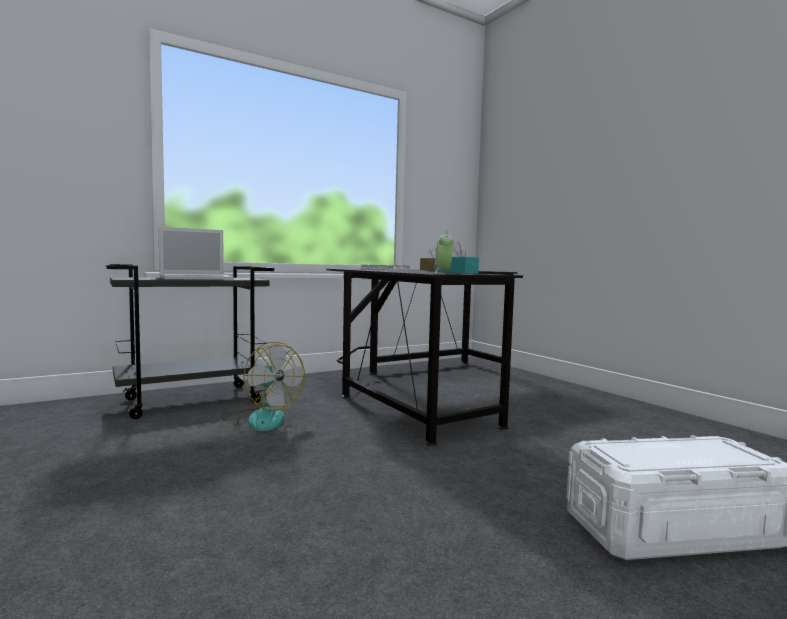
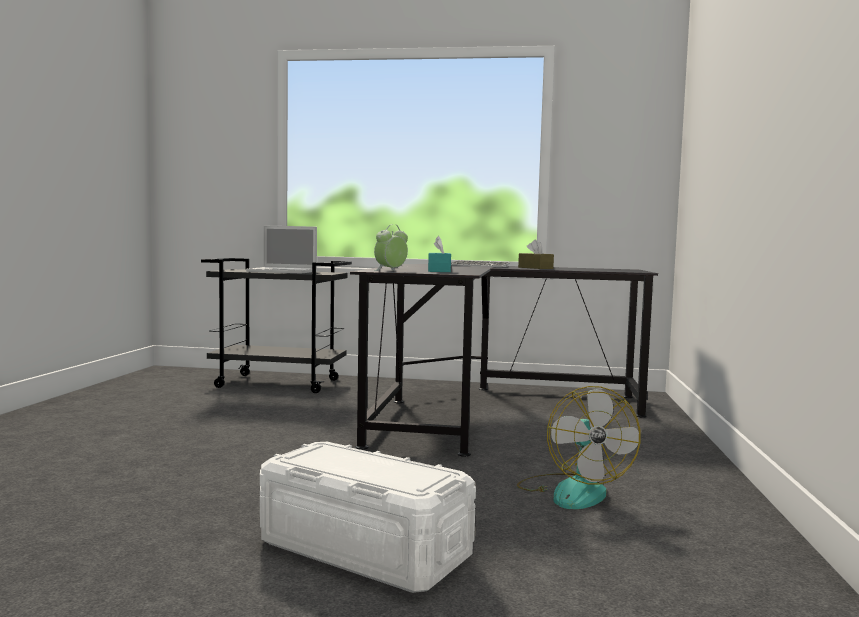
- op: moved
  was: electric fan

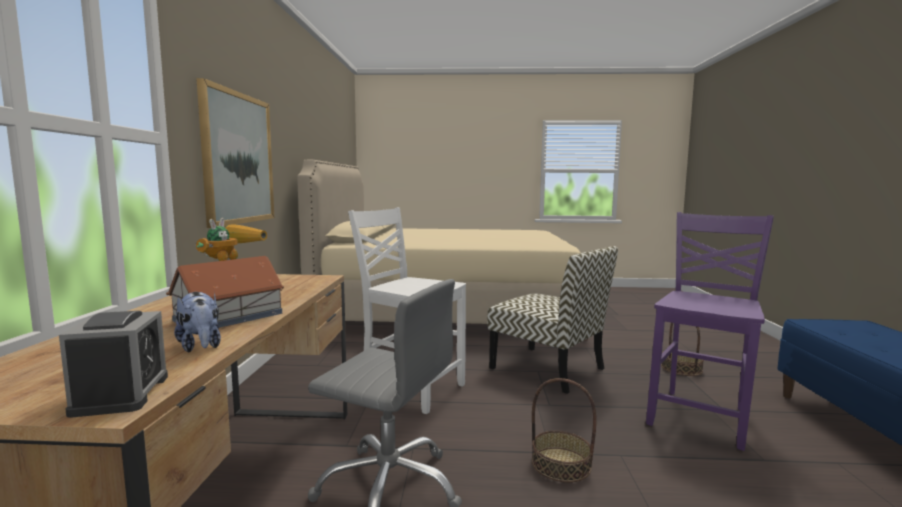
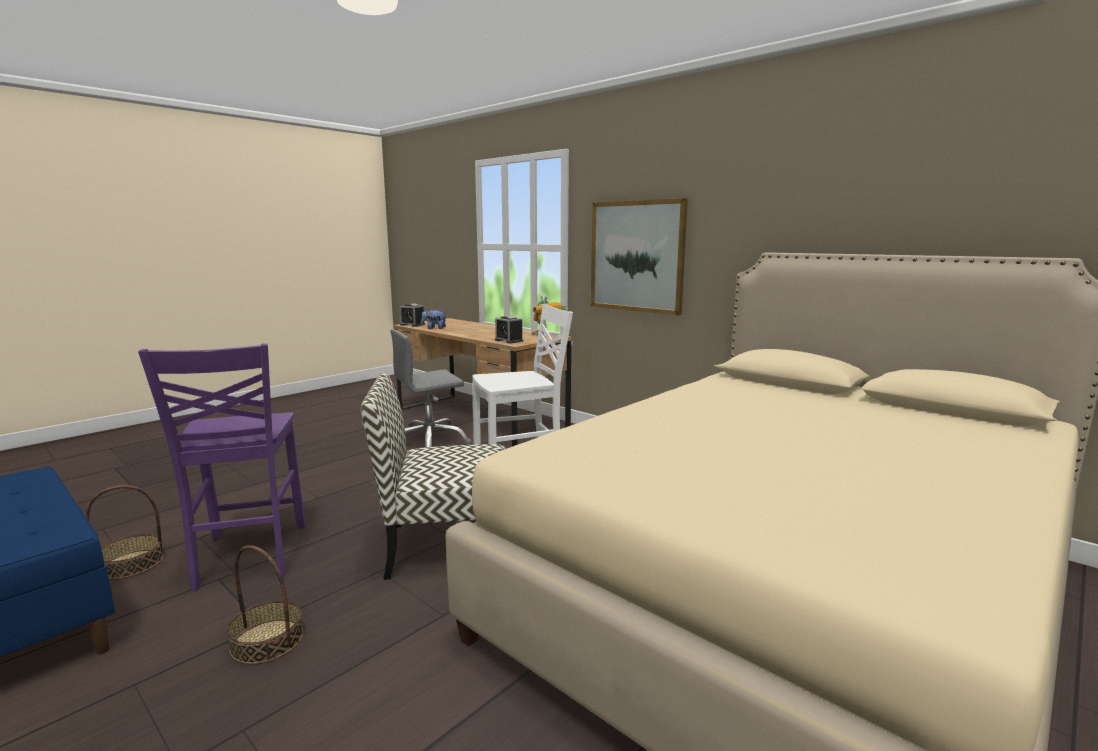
- op: moved
  was: household basket (1st from left)
- op: added
  now: bedside clock (2nd from left)
- op: removed
  was: toy house

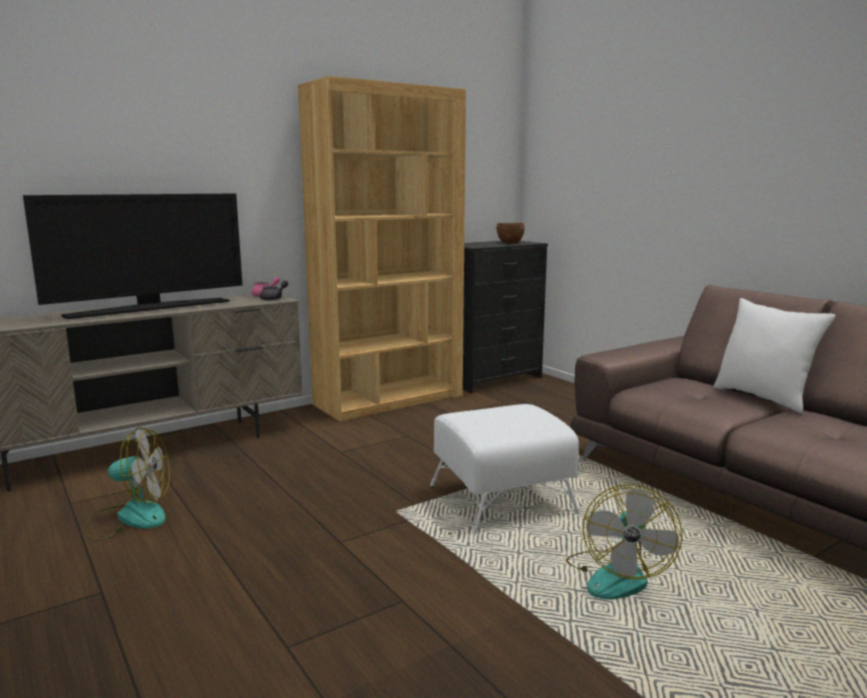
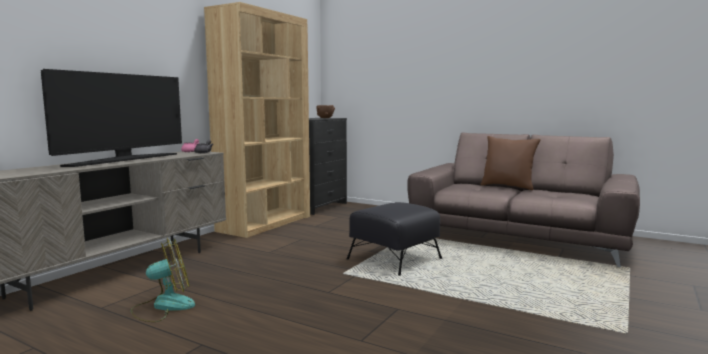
- op: recoloured
  was: white-coloured ottoman
  now: blackish ottoman
- op: recoloured
  was: white-coloured pillow
  now: brownish pillow
- op: removed
  was: electric fan (2nd from left)

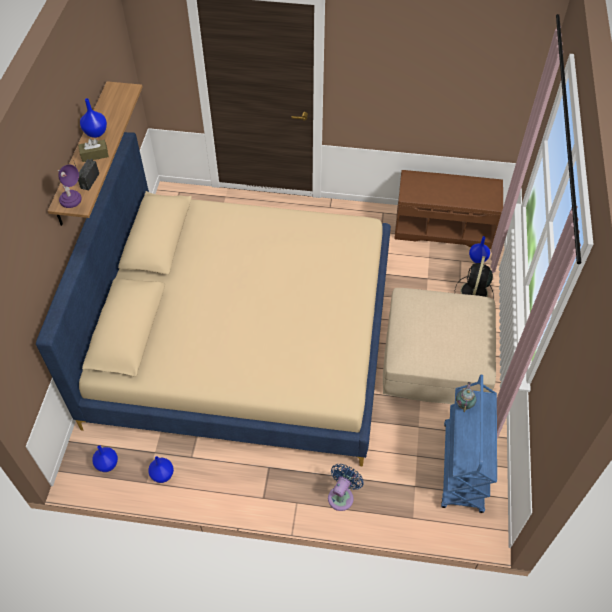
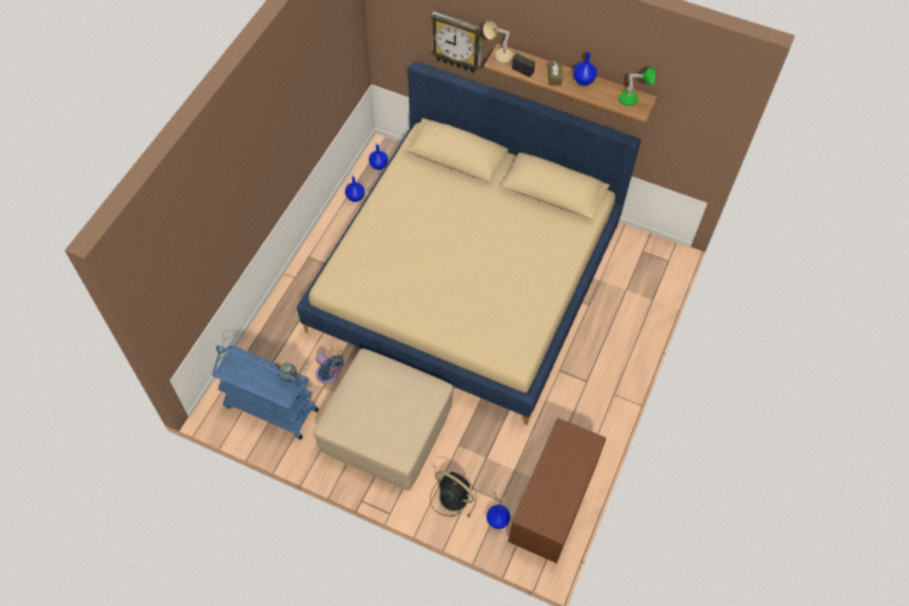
- op: moved
  was: bluish electric fan
- op: added
  now: clock on the wall
- op: recoloured
  was: purple lamp for a table
  now: beige lamp for a table
- op: added
  now: green-coloured lamp for a table

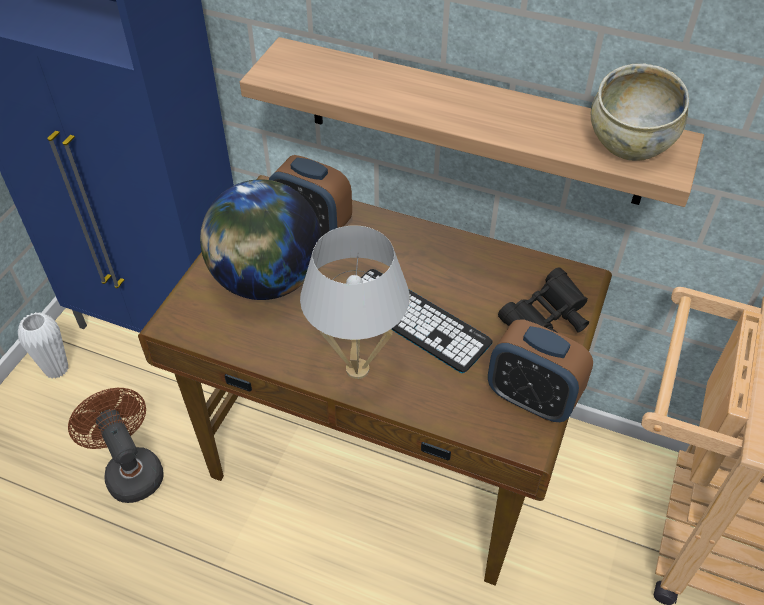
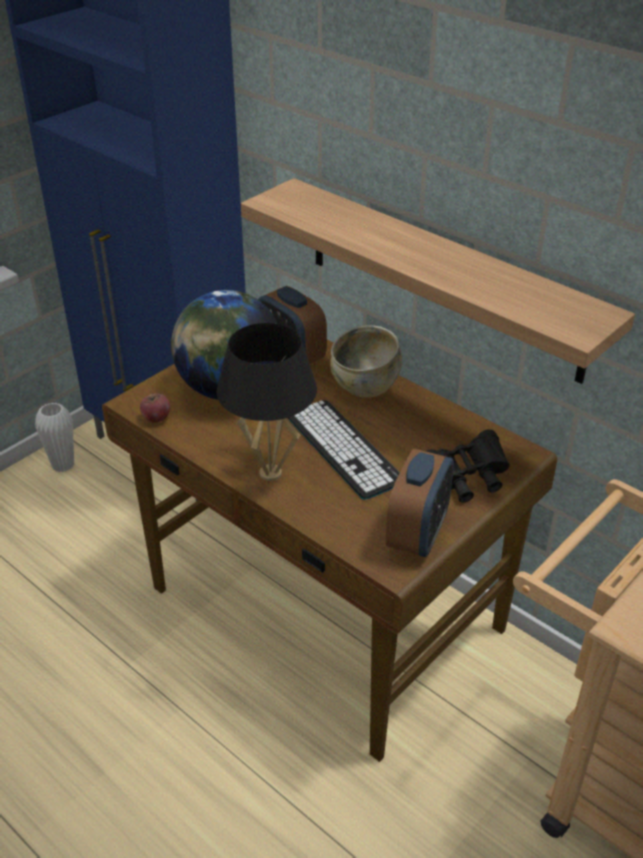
- op: added
  now: apple fruit
- op: recoloured
  was: white-coloured lamp for a table
  now: blackish lamp for a table
- op: moved
  was: beige bowl
- op: turned
  was: bedside clock (2nd from left)
  clockwise: -120
- op: removed
  was: brownish electric fan

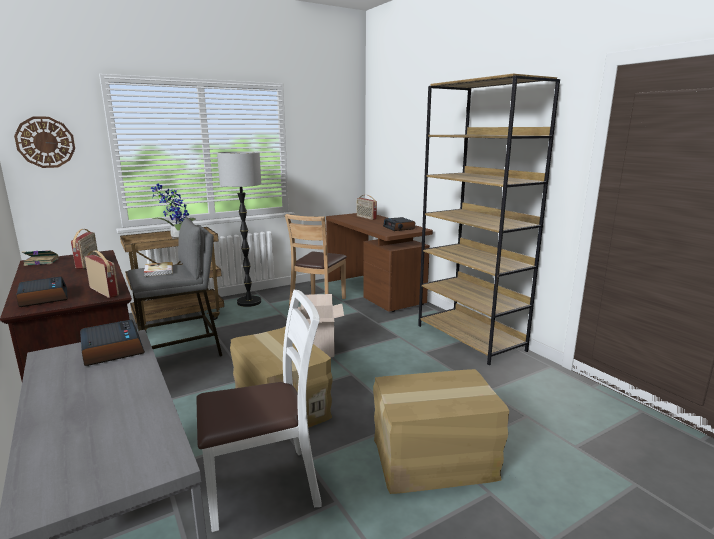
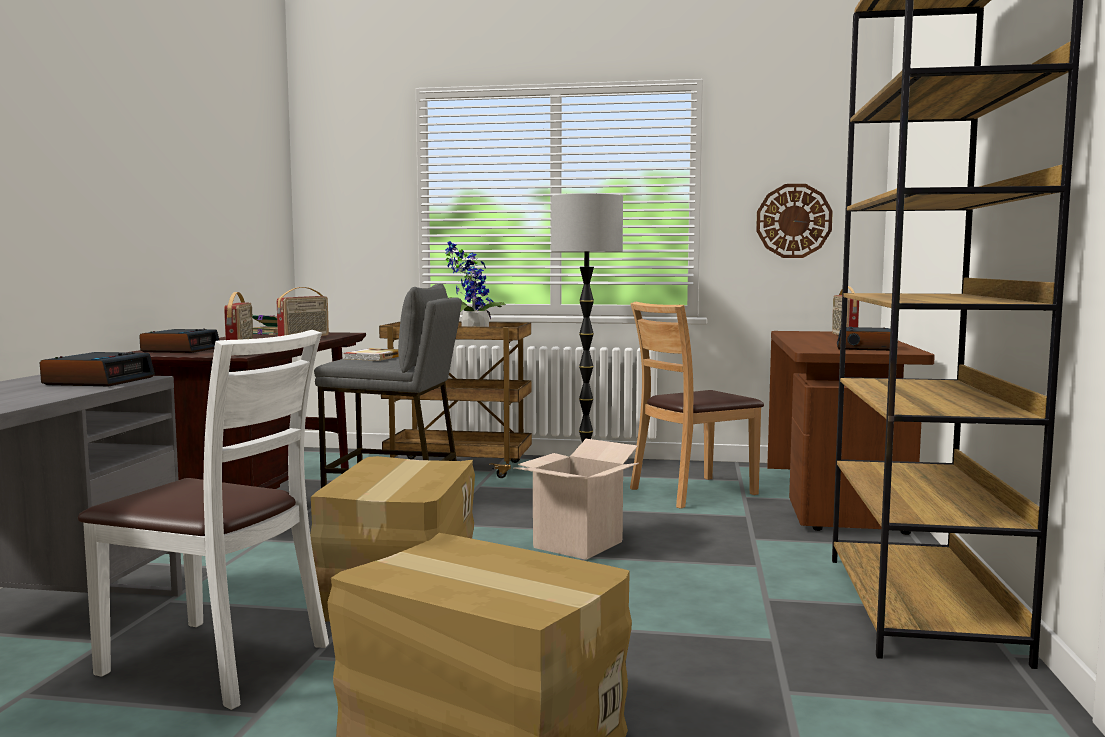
- op: moved
  was: clock on the wall

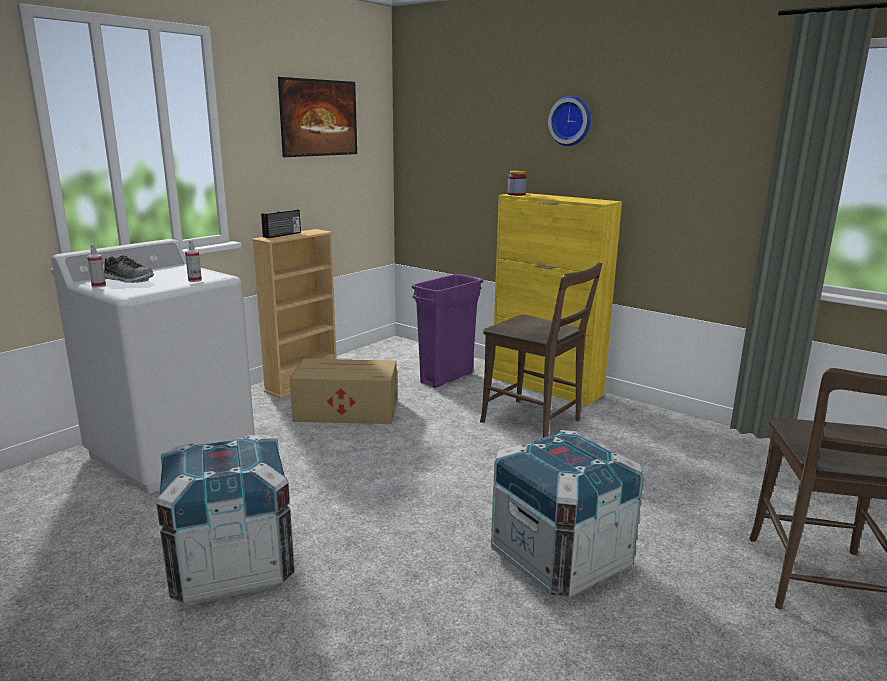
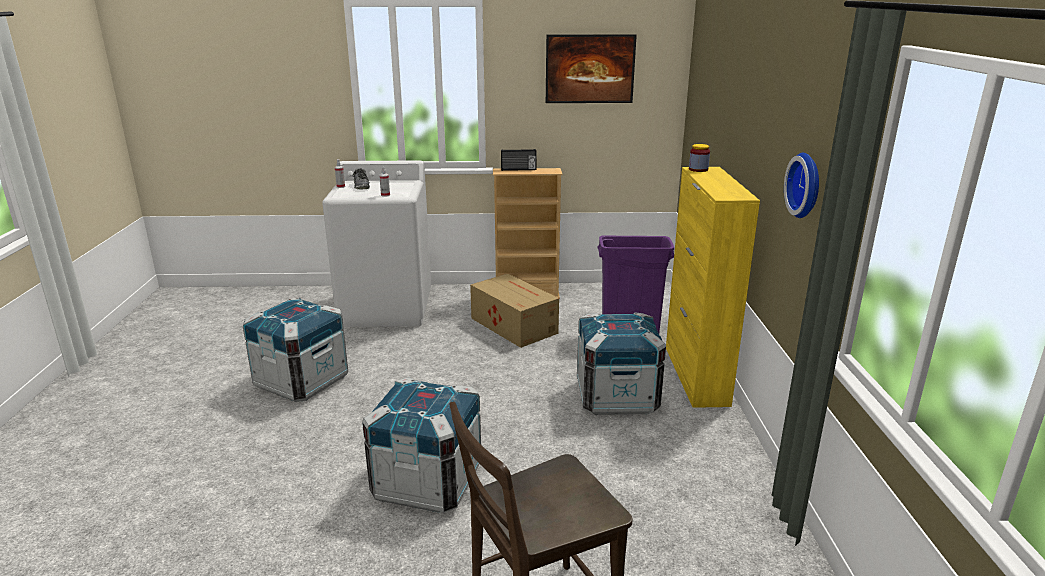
- op: replaced
  was: brownish upright chair (1st from left)
  now: crate (3rd from left)
- op: moved
  was: clock on the wall

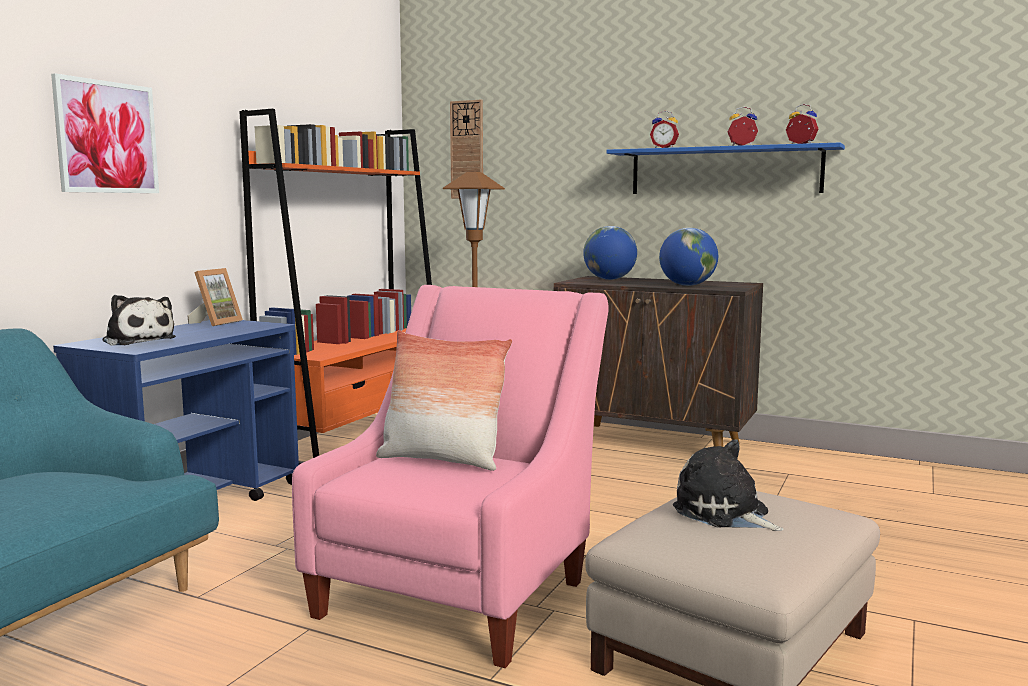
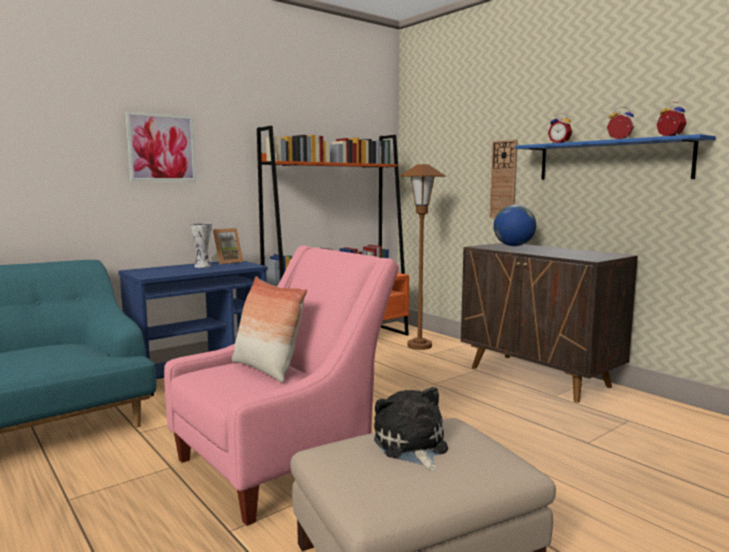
- op: added
  now: vase
- op: moved
  was: clock on the wall
- op: removed
  was: soft toy (1st from left)
- op: removed
  was: desk globe (2nd from left)

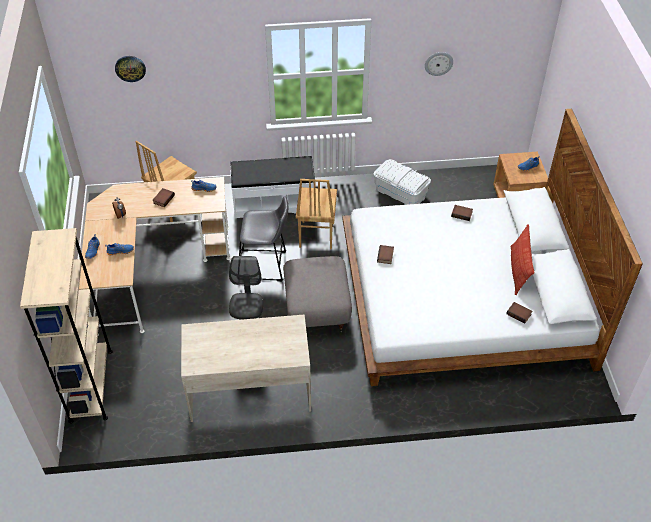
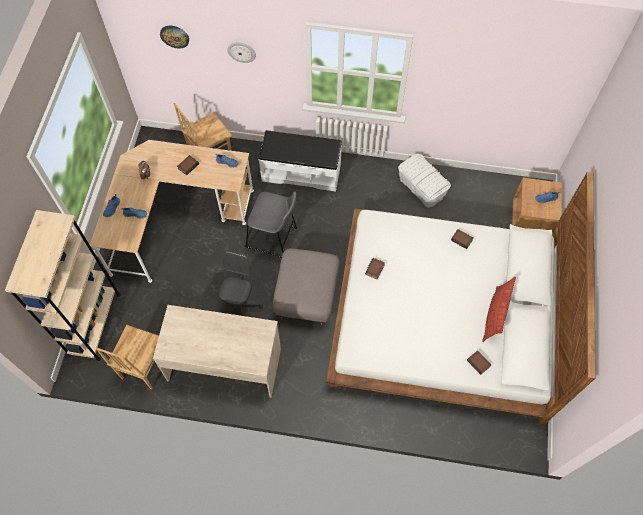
- op: moved
  was: brownish upright chair (2nd from left in the first image)
  now: brownish upright chair (1st from left)
- op: moved
  was: clock on the wall (2nd from left)

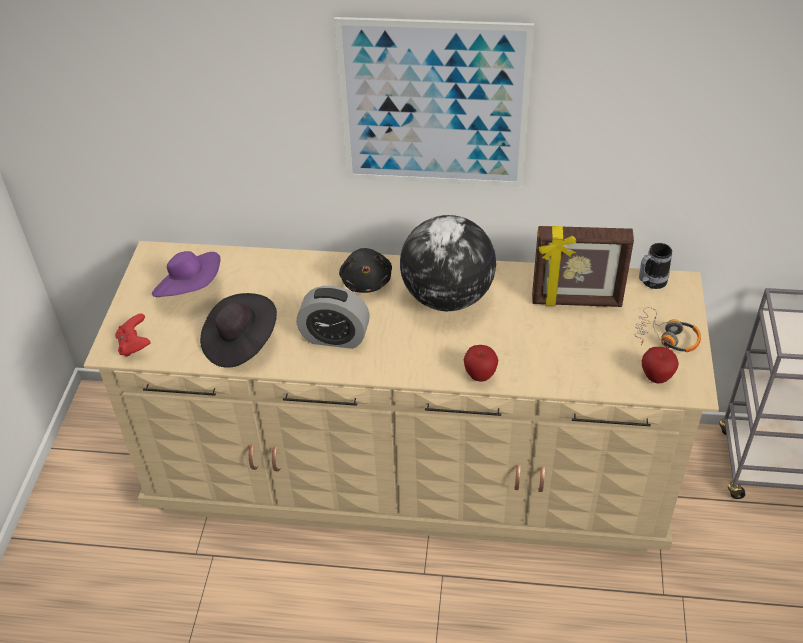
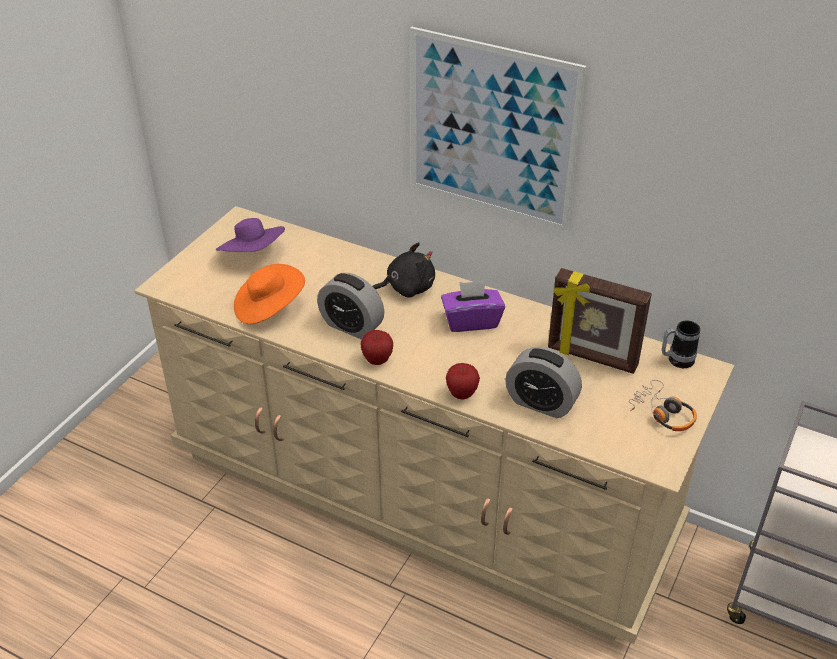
- op: recoloured
  was: blackish wearable hat
  now: orange-coloured wearable hat
- op: moved
  was: apple fruit (2nd from left in the first image)
  now: apple fruit (1st from left)
- op: turned
  was: blackish soft toy
  clockwise: -120
- op: replaced
  was: desk globe
  now: purple tissue holder
- op: added
  now: bedside clock (2nd from left)
- op: removed
  was: red gamepad

